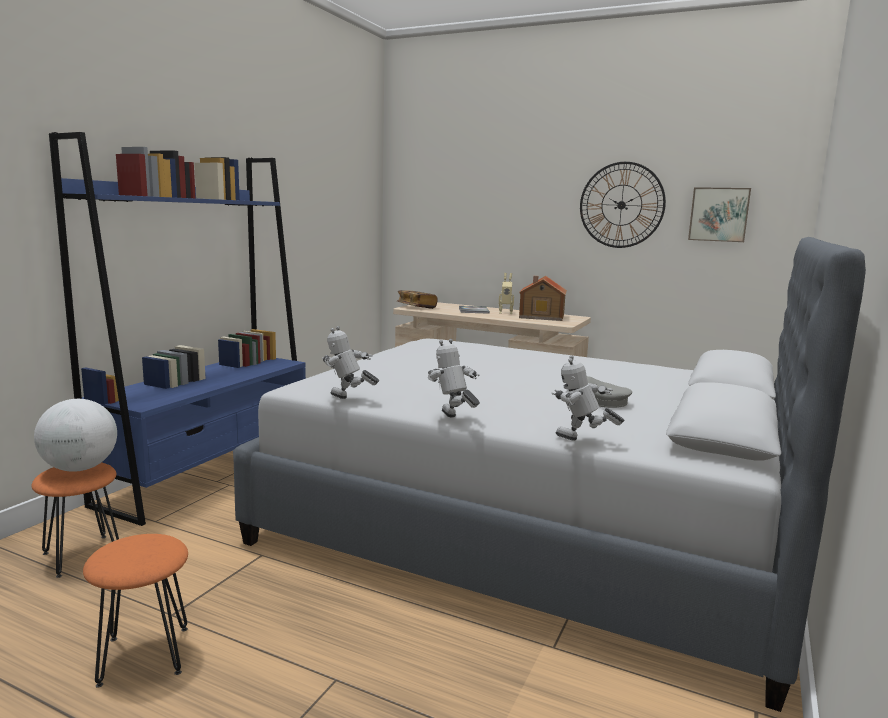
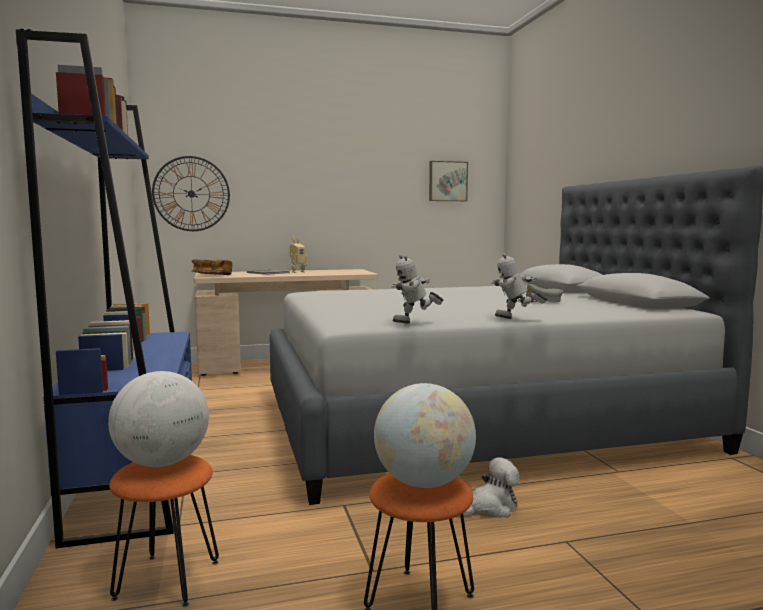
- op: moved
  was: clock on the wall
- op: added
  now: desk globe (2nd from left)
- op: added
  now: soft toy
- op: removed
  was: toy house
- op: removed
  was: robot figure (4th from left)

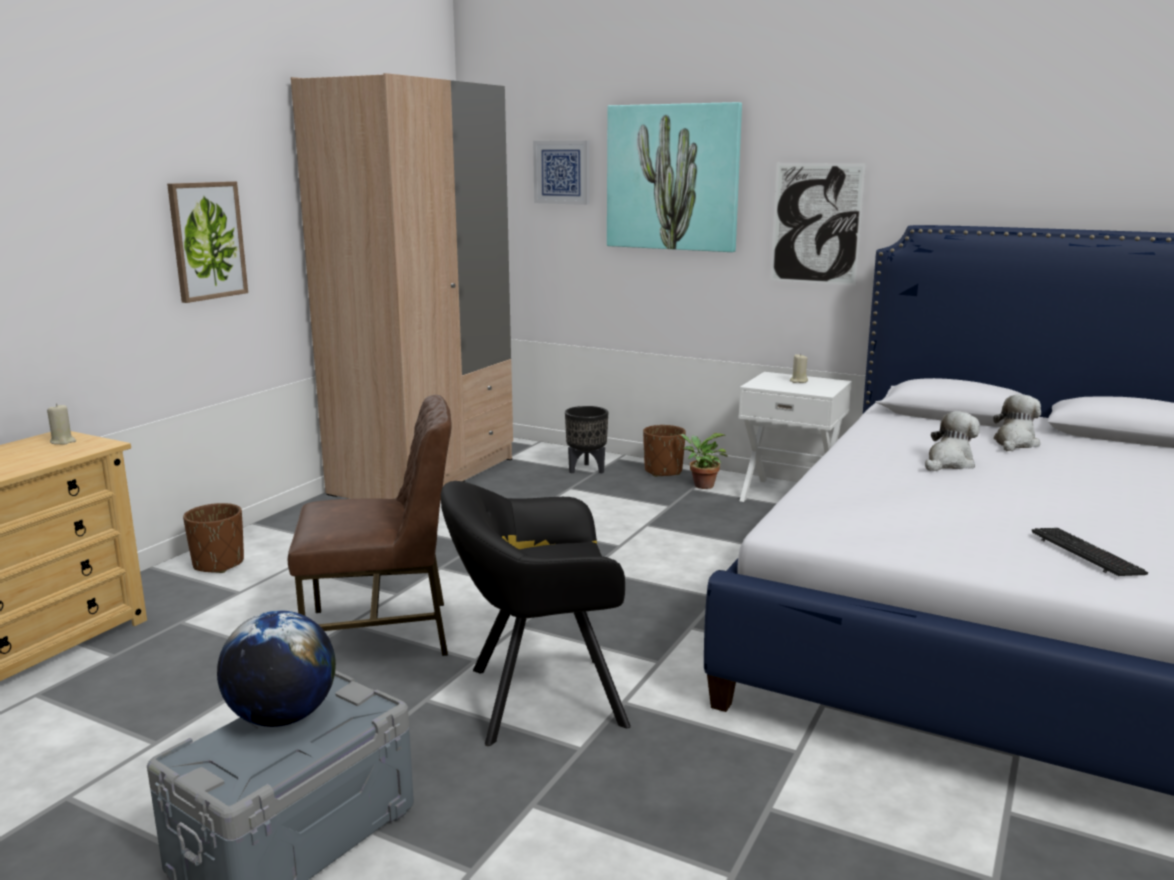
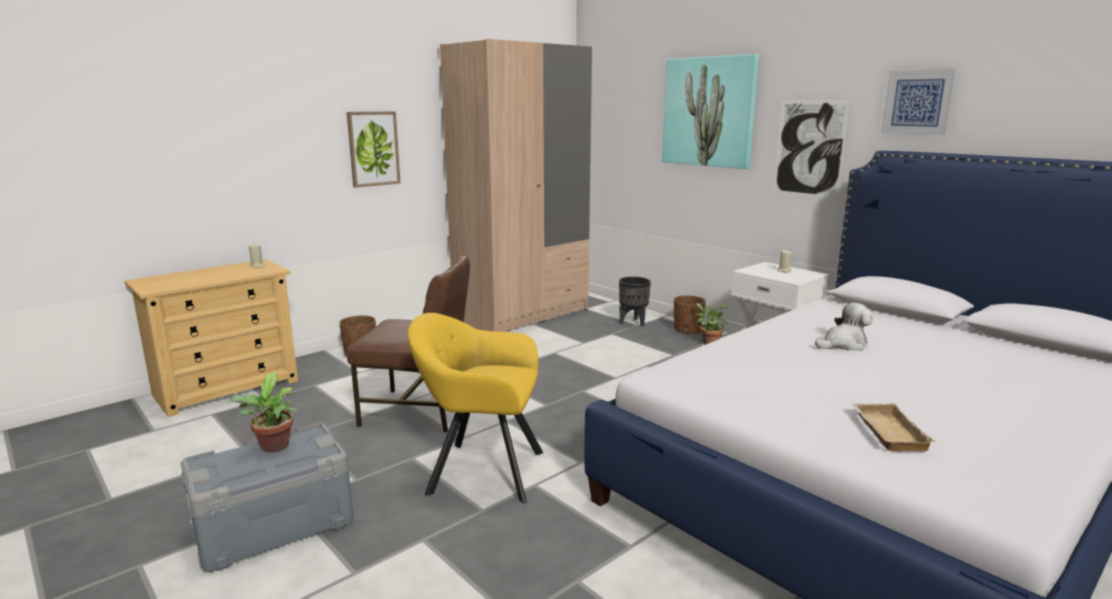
- op: replaced
  was: desk globe
  now: plant in a pot (1st from left)
- op: recoloured
  was: blackish armchair
  now: yellow-coloured armchair
- op: replaced
  was: computer keyboard
  now: beige carrying tray
- op: moved
  was: wall art (2nd from left in the first image)
  now: wall art (4th from left)
- op: removed
  was: soft toy (2nd from left)

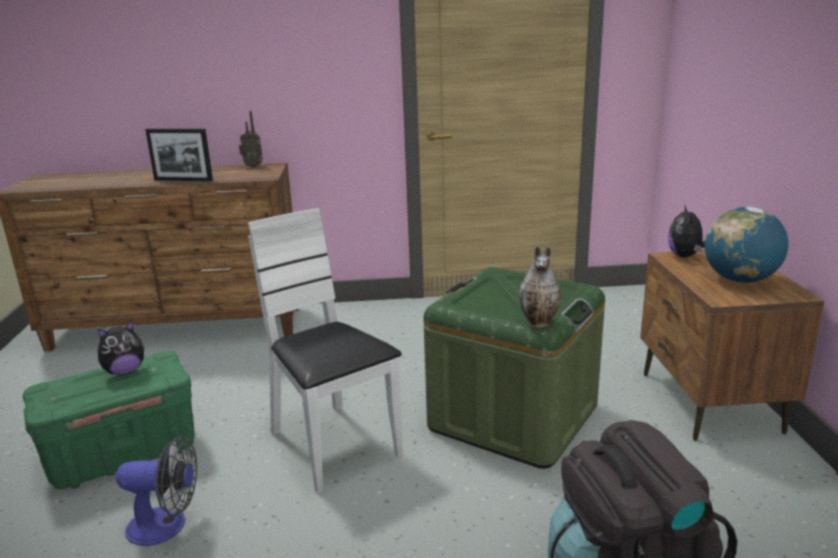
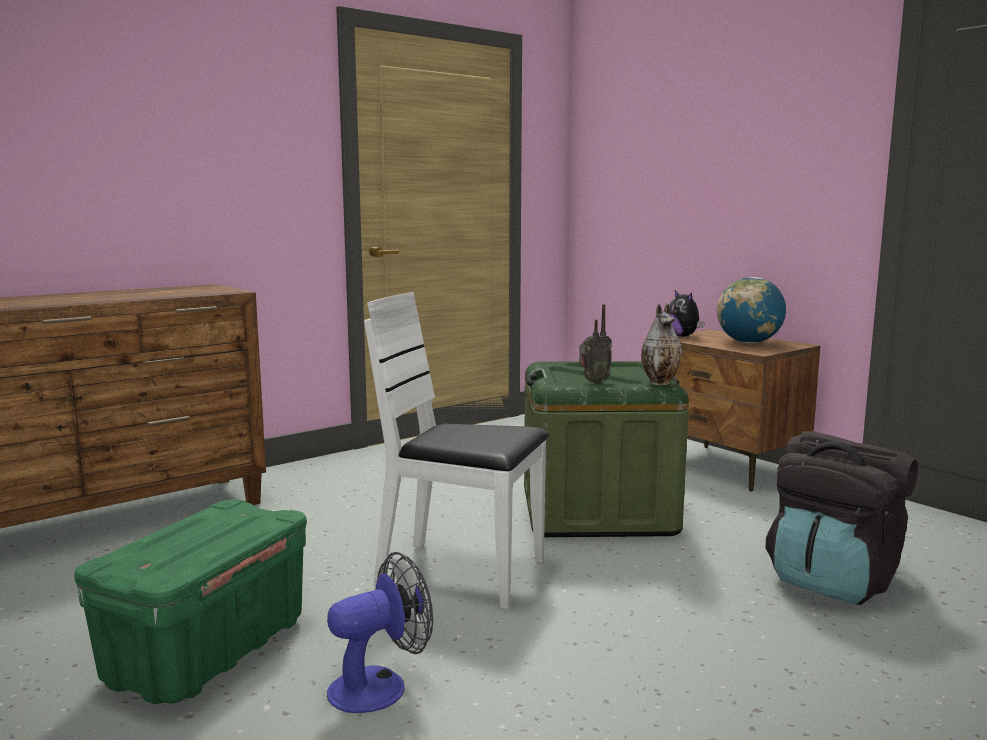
- op: moved
  was: radio
- op: removed
  was: soft toy (1st from left)
- op: removed
  was: photo frame

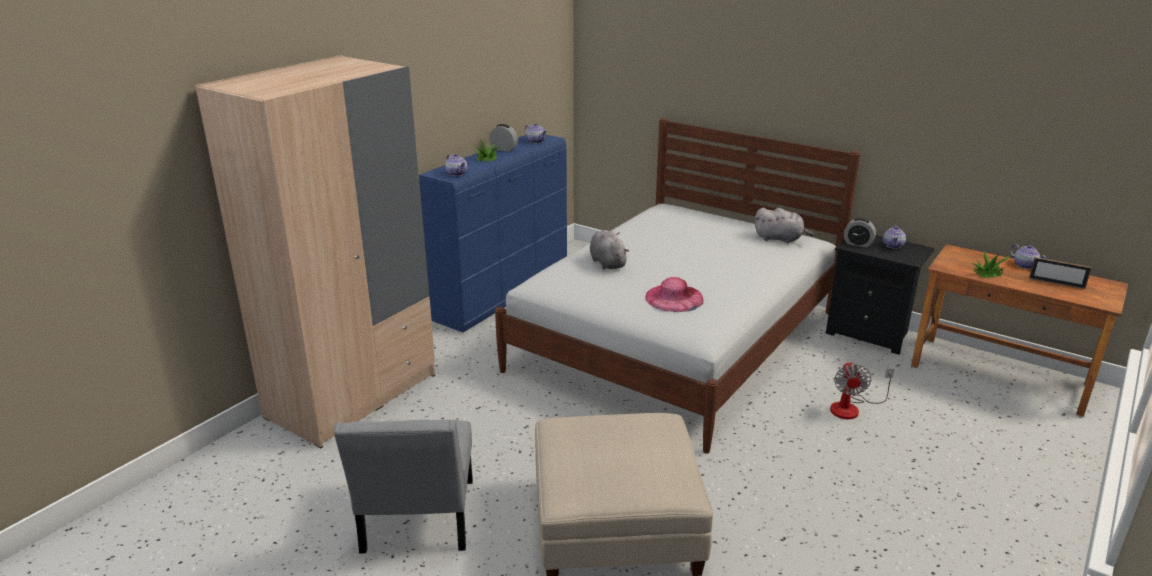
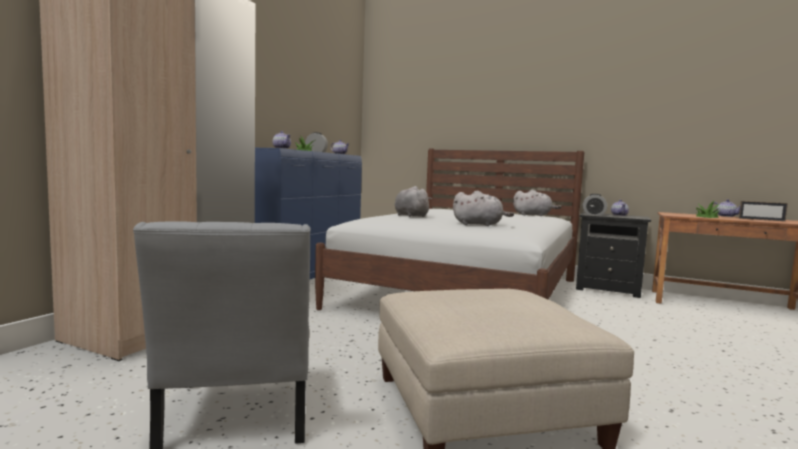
- op: replaced
  was: pinkish wearable hat
  now: greyish soft toy (2nd from left)
- op: removed
  was: electric fan

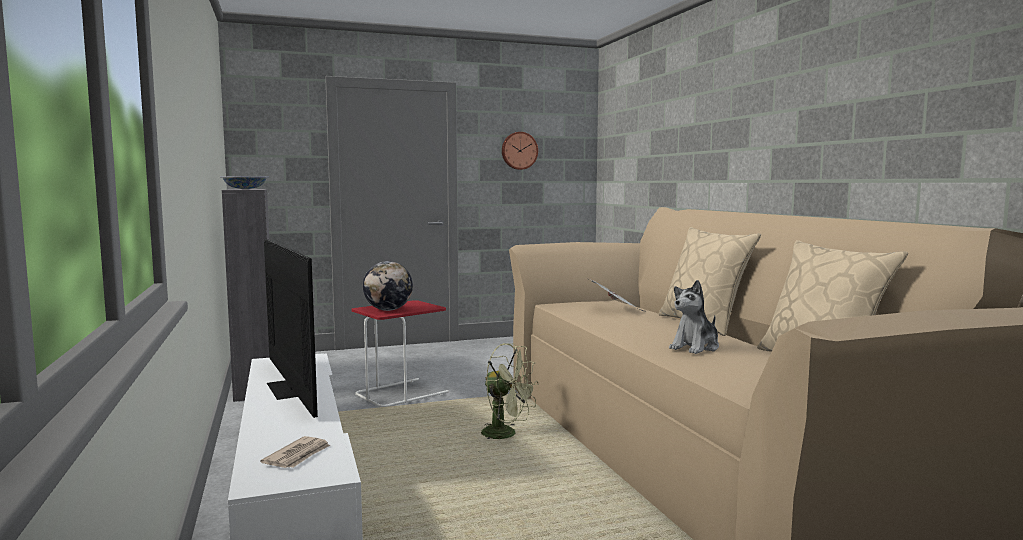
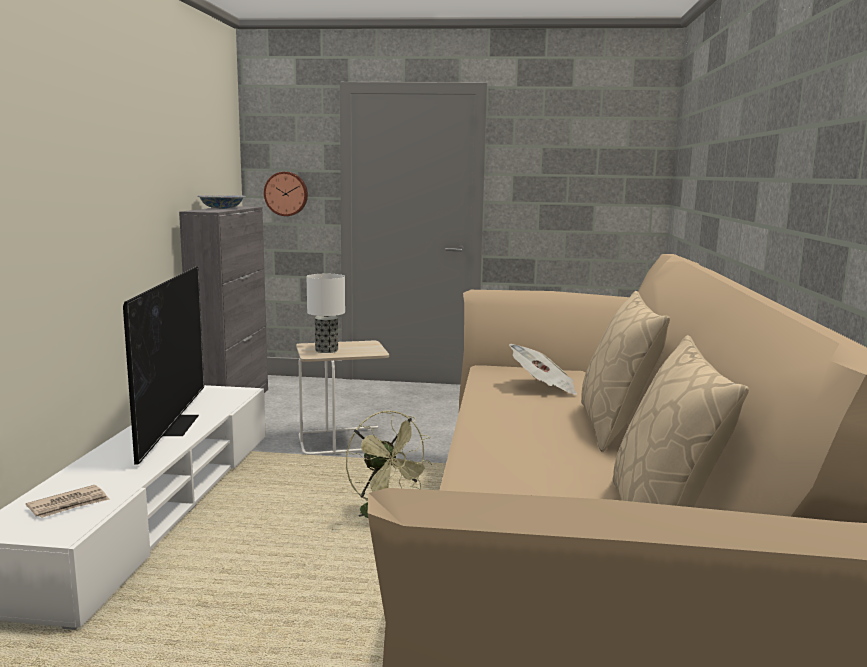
- op: moved
  was: clock on the wall
- op: recoloured
  was: red side table
  now: beige side table
- op: replaced
  was: desk globe
  now: lamp for a table
- op: removed
  was: soft toy

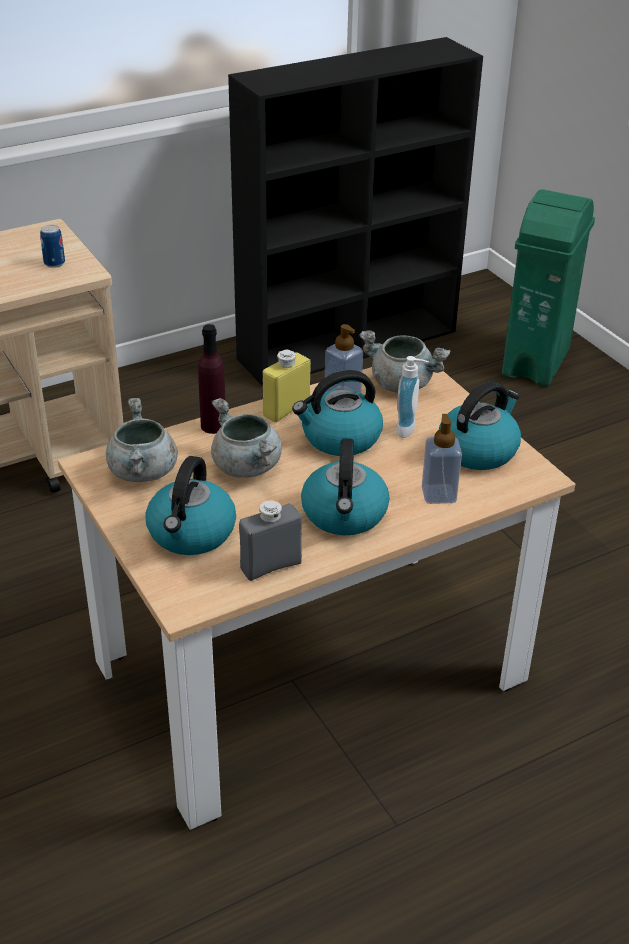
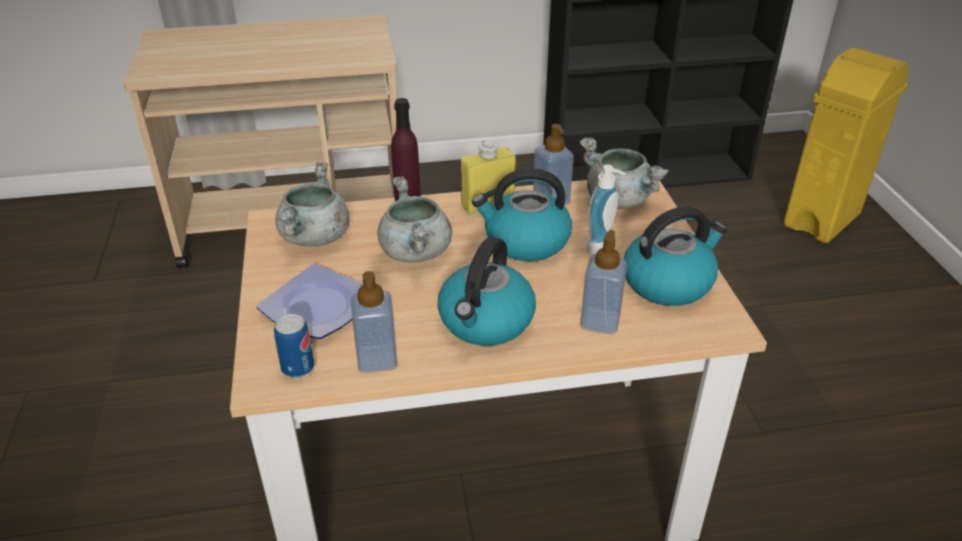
- op: replaced
  was: water kettle (1st from left)
  now: dinner plate
- op: moved
  was: can
- op: replaced
  was: greyish bottle
  now: liquid soap bottle (1st from left)
- op: recoloured
  was: green-coloured rubbish bin
  now: yellow-coloured rubbish bin

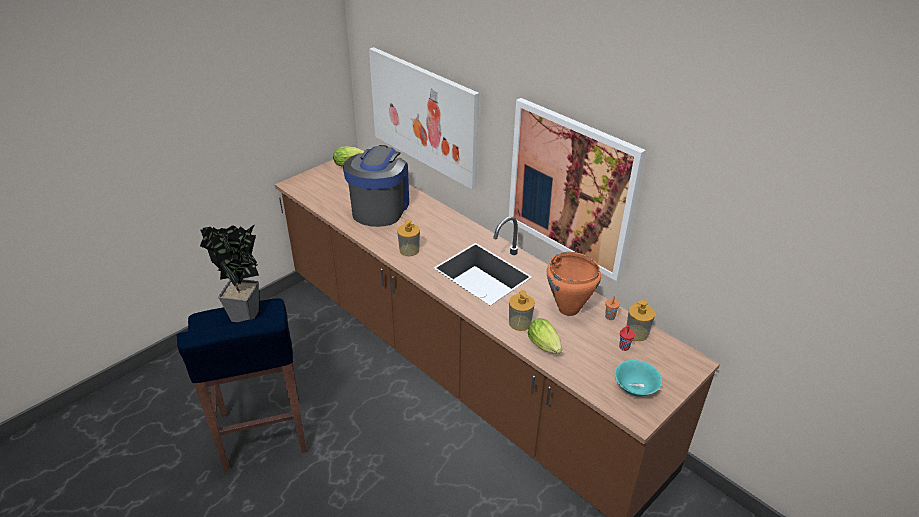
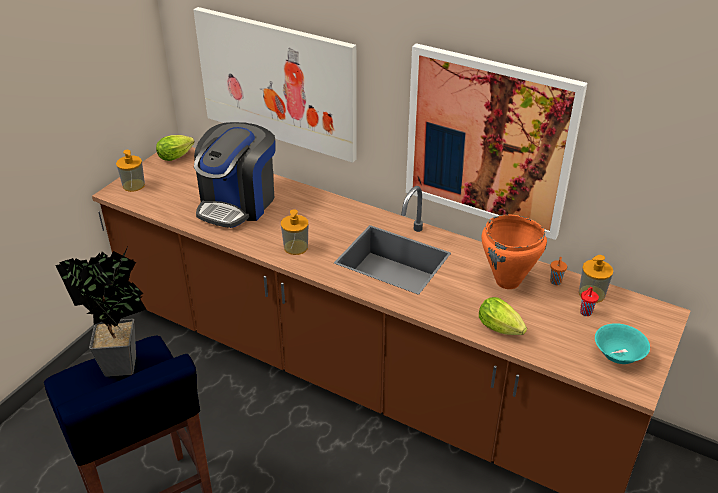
- op: moved
  was: liquid soap bottle (2nd from left in the first image)
  now: liquid soap bottle (1st from left)
- op: turned
  was: coffee machine
  clockwise: -150

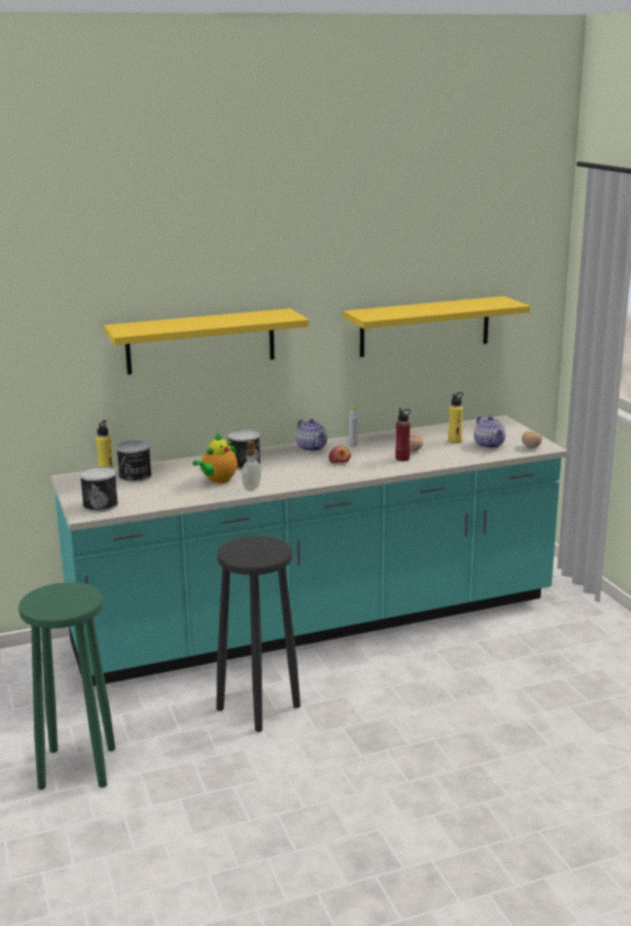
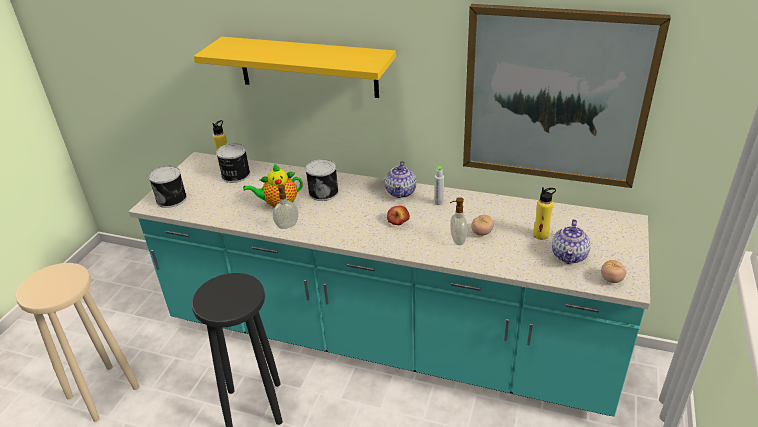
- op: recoloured
  was: green-coloured sitting stool
  now: beige sitting stool
- op: replaced
  was: red bottle
  now: liquid soap bottle (2nd from left)
- op: replaced
  was: yellow-coloured bracket shelf (2nd from left)
  now: wall art

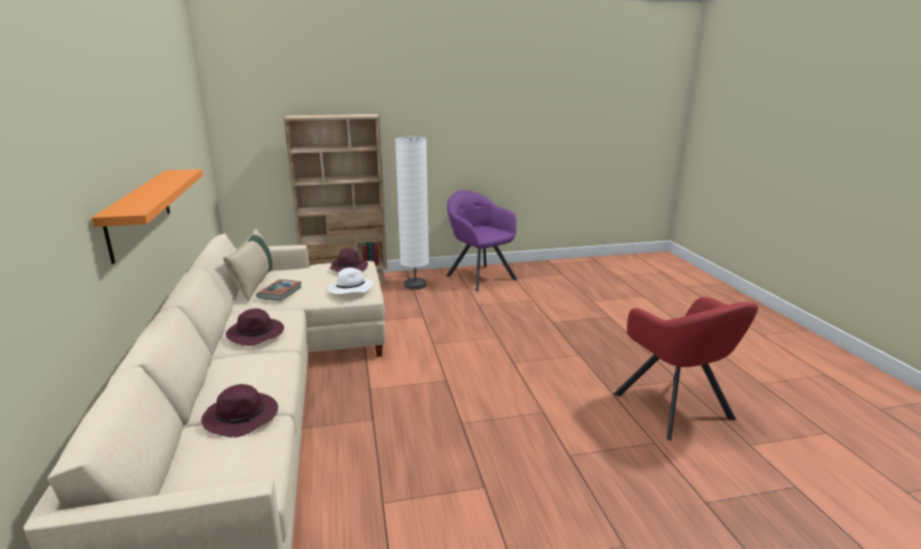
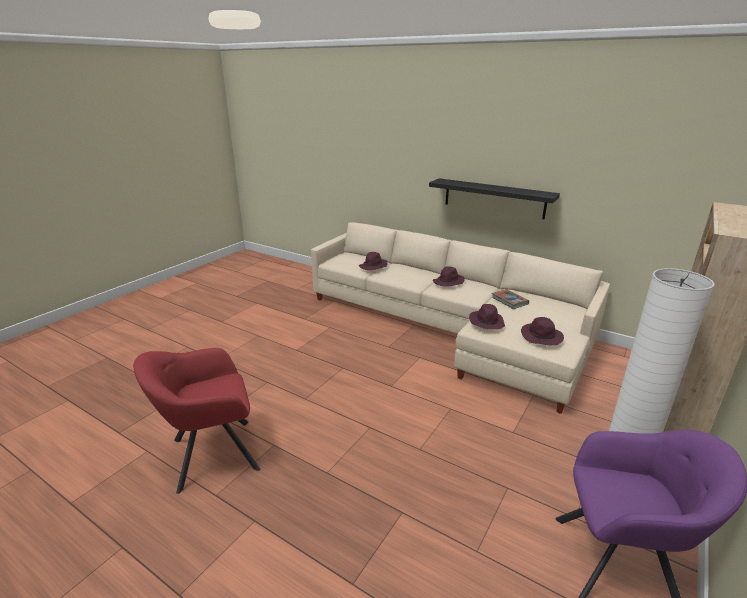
- op: turned
  was: red armchair
  clockwise: -45
- op: recoloured
  was: orange-coloured bracket shelf
  now: blackish bracket shelf
- op: recoloured
  was: white-coloured wearable hat
  now: purple wearable hat (3rd from left)
- op: removed
  was: beige pillow

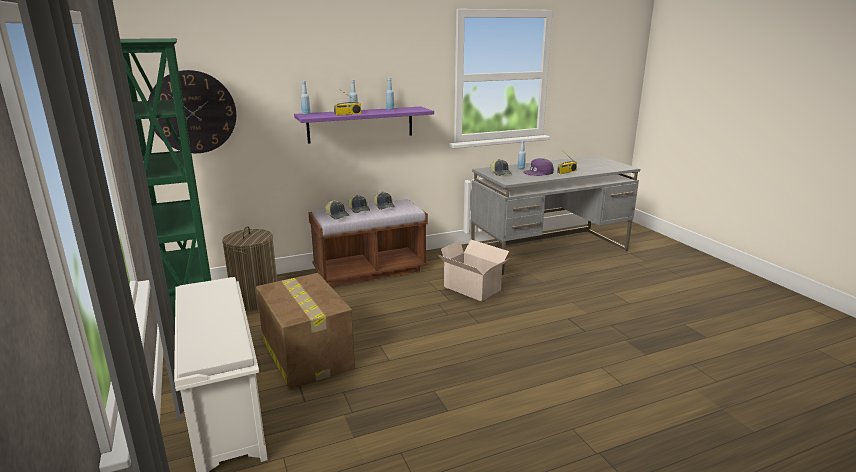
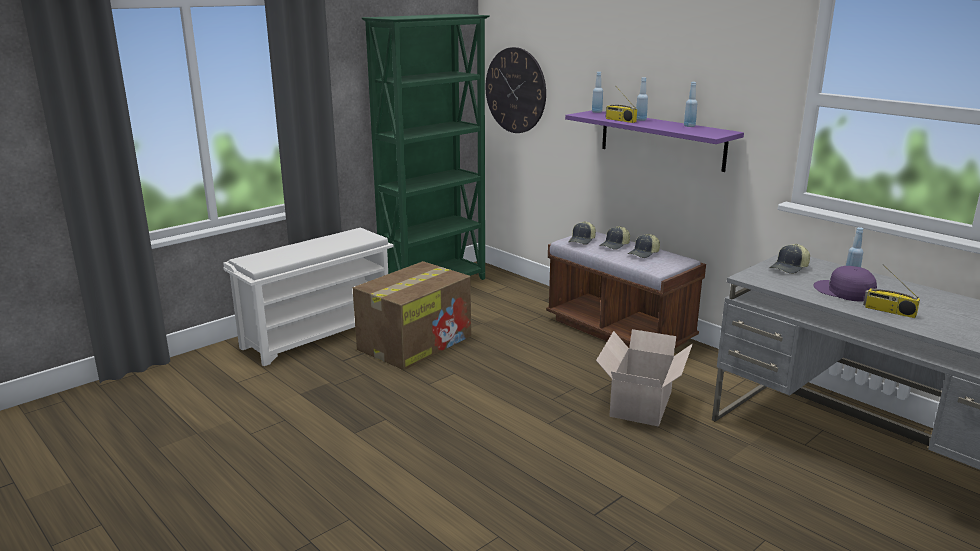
- op: removed
  was: laundry basket

